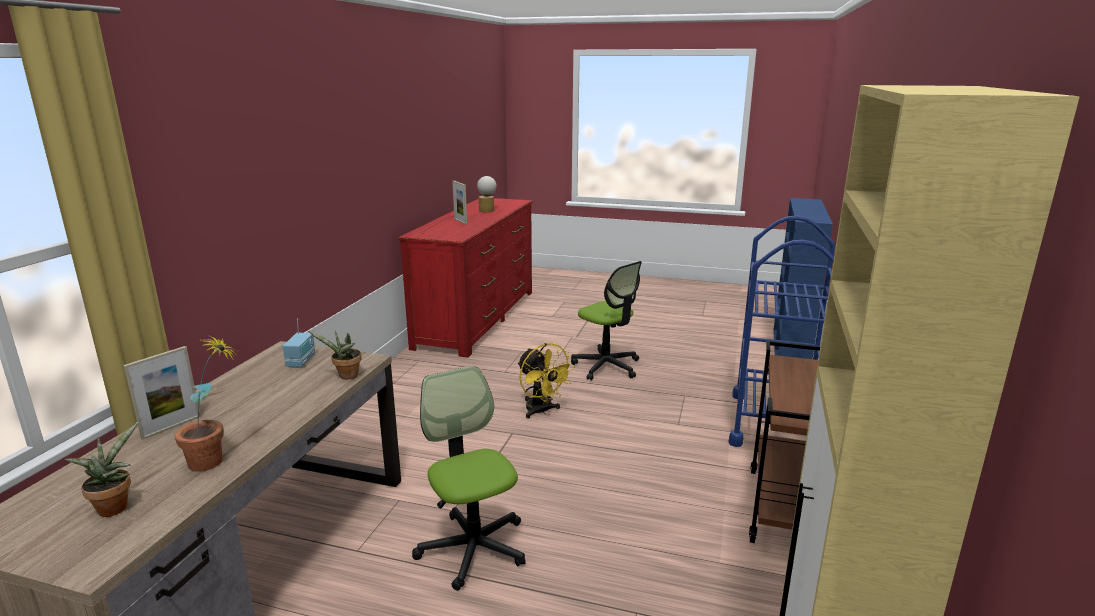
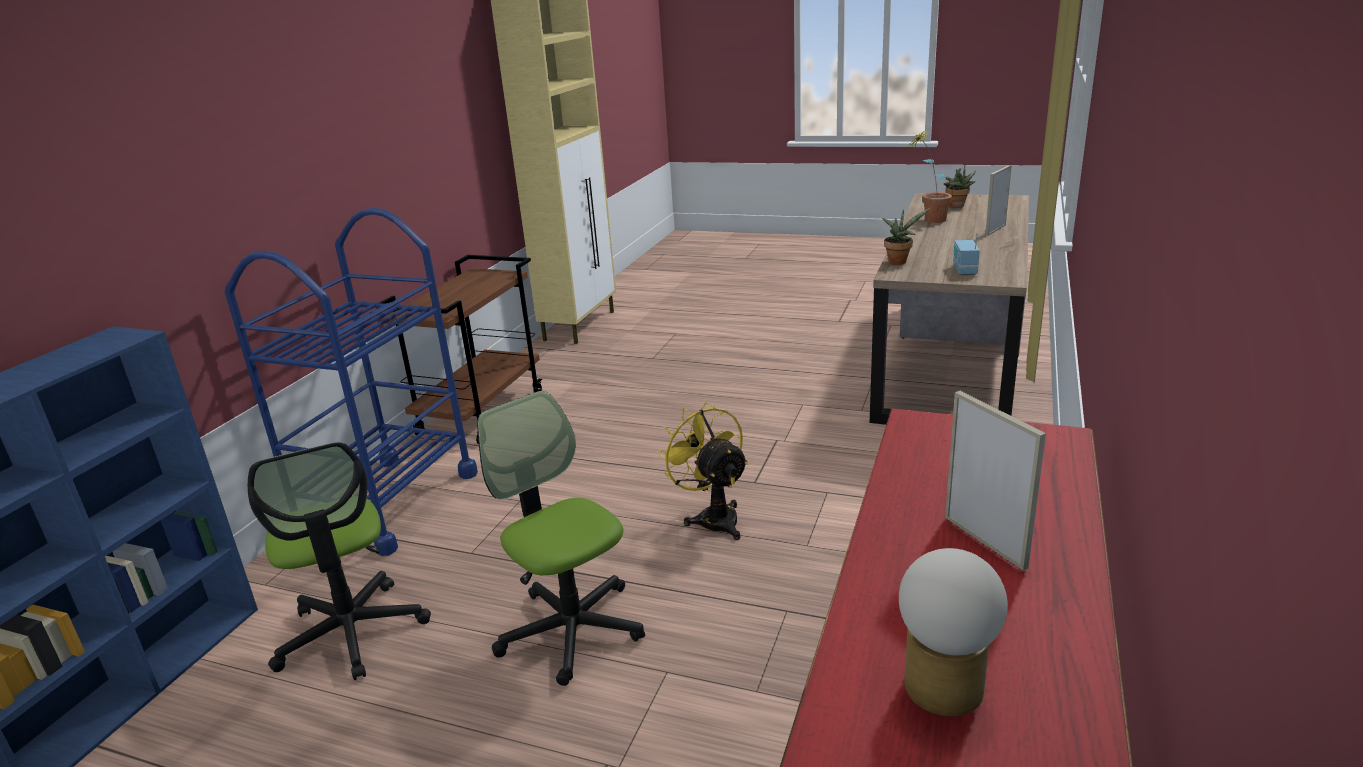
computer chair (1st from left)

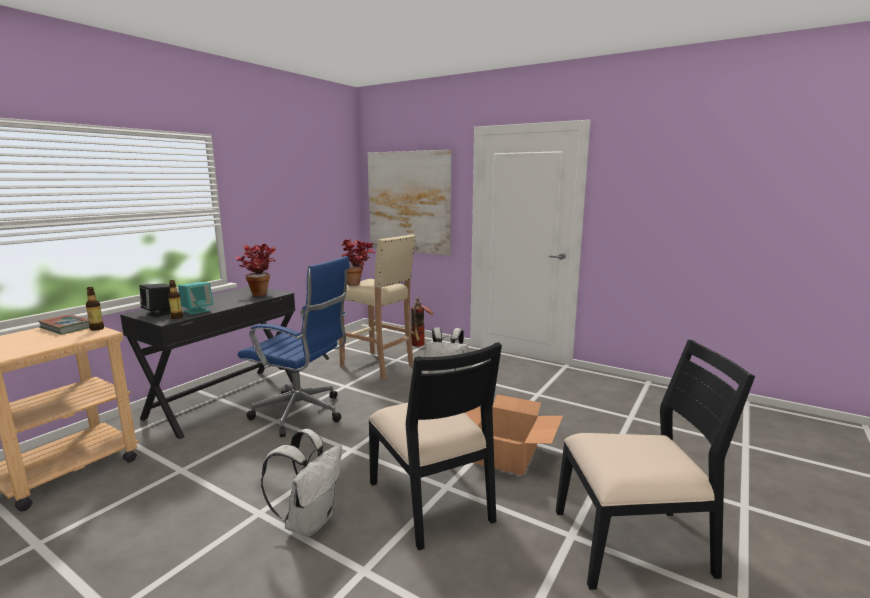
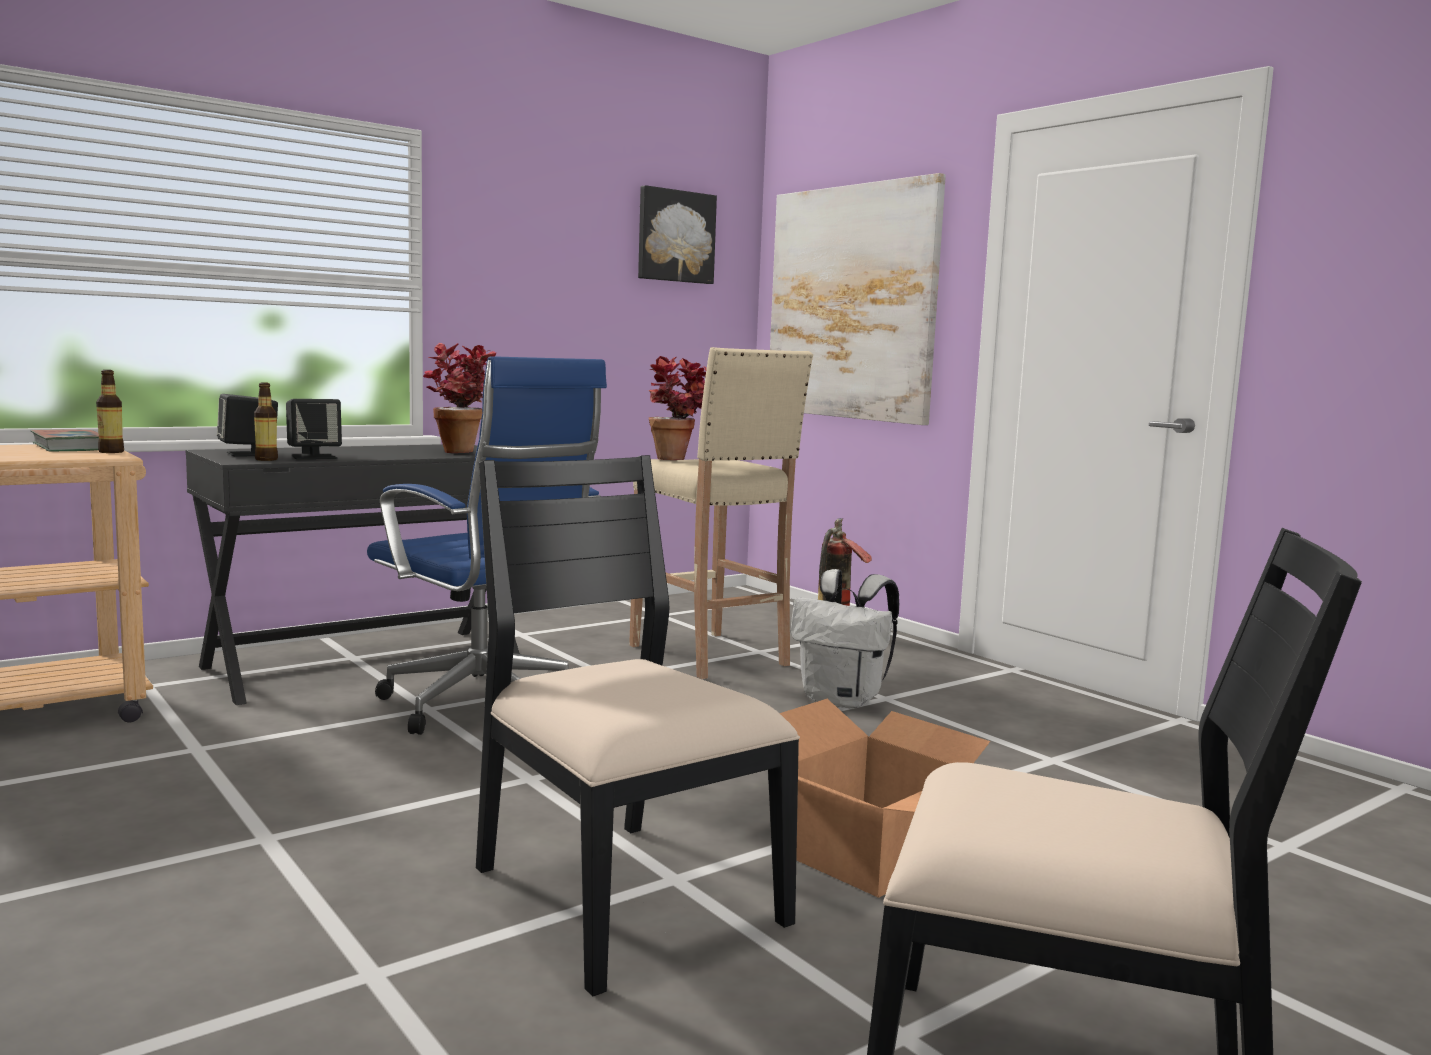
blackish loudspeaker (2nd from left); white knapsack (1st from left in the first image); blackish chair (1st from left); picture (1st from left)

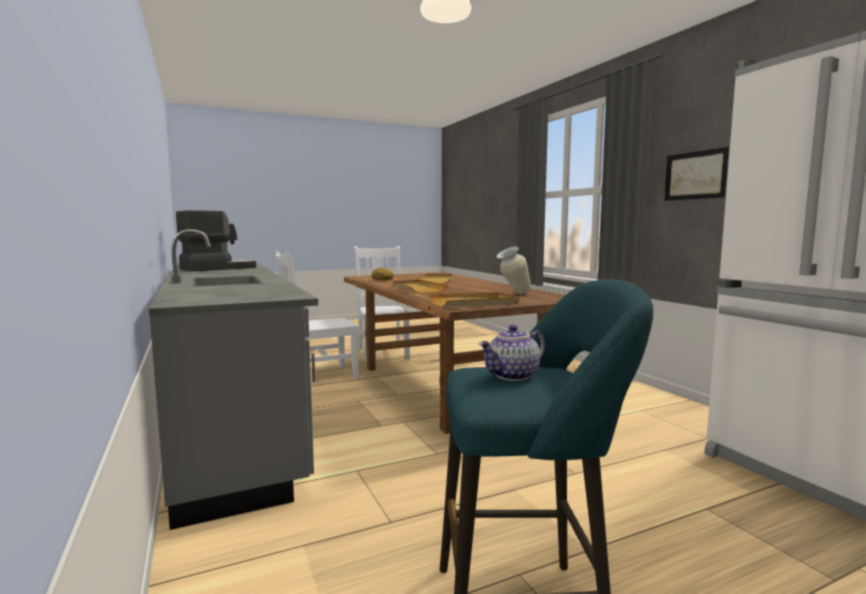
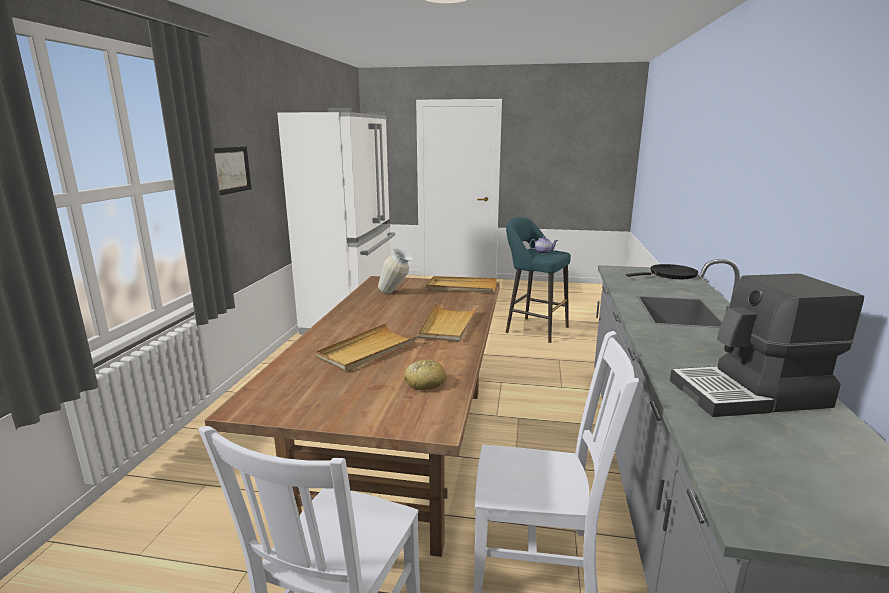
blackish pan

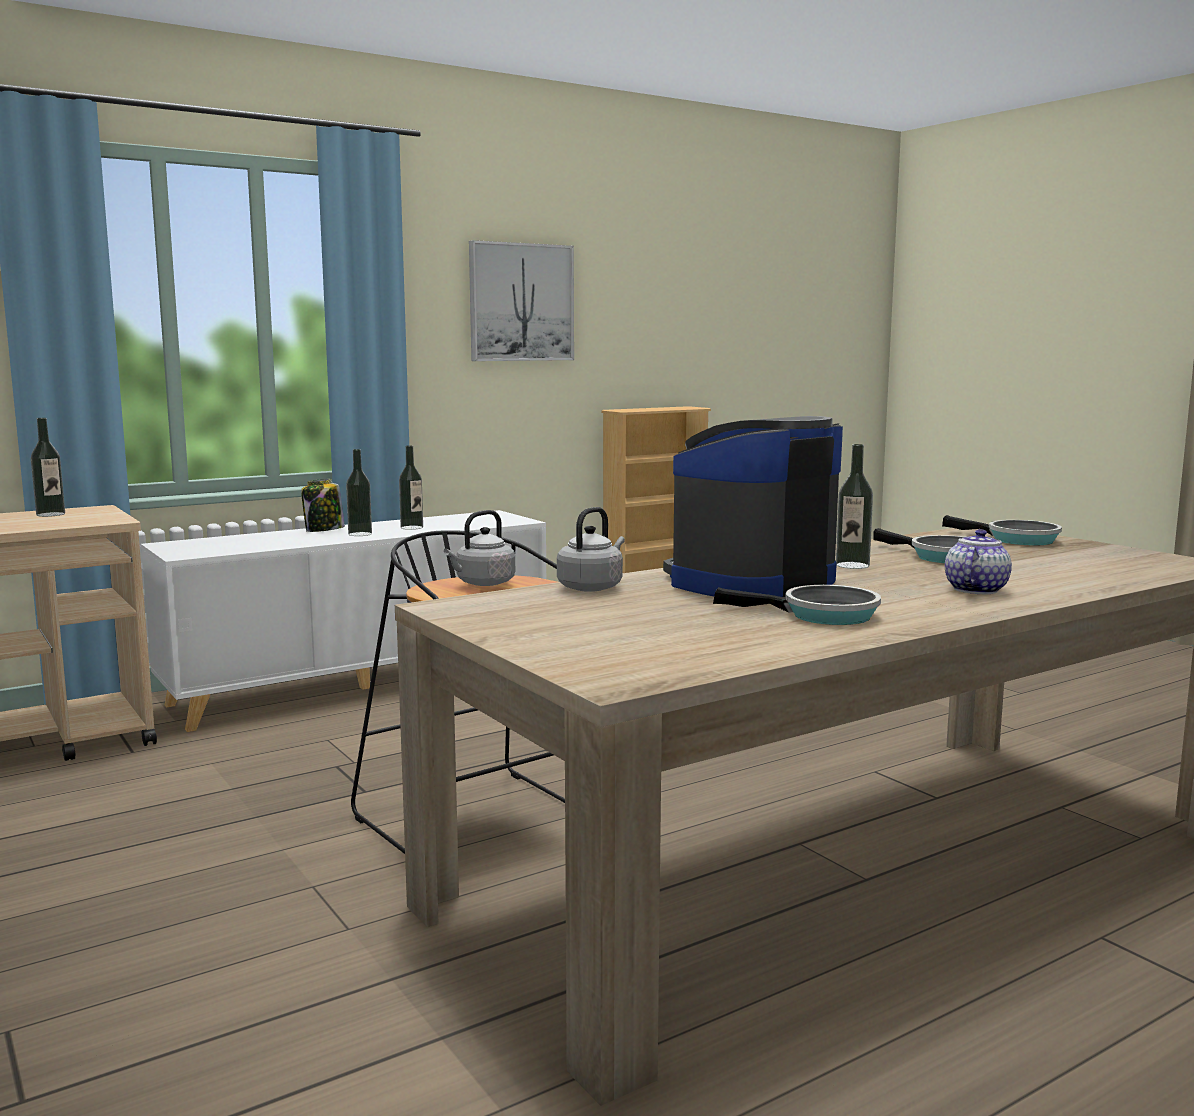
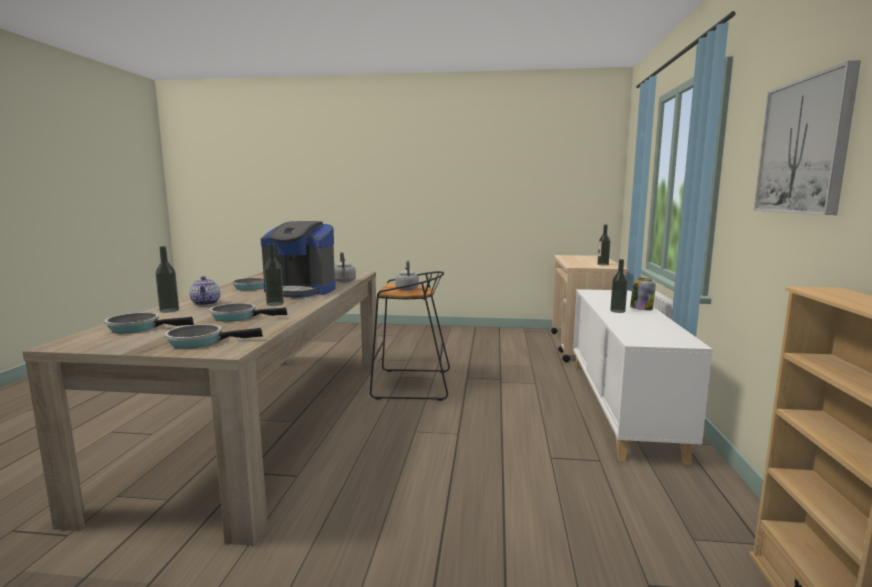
bottle (1st from left); coffee maker; pan (1st from left)

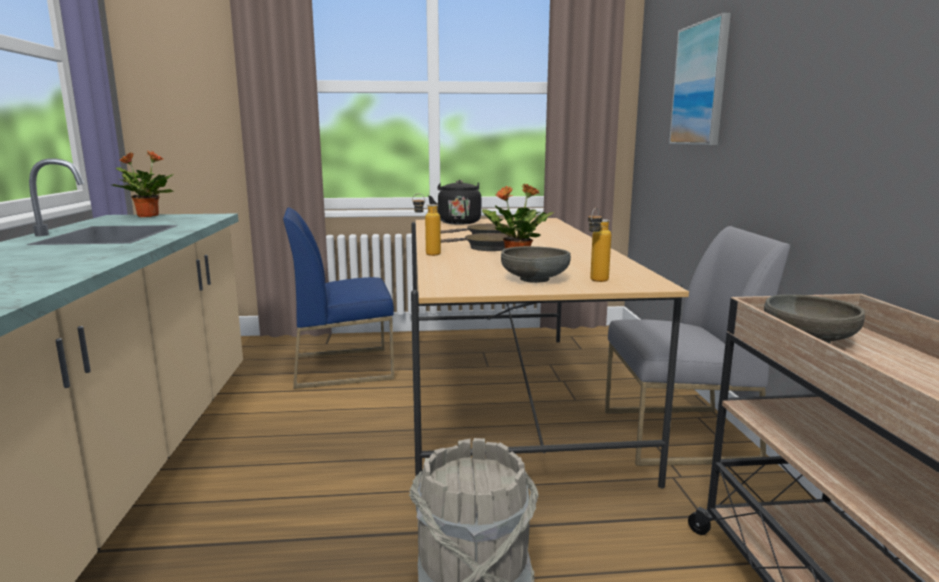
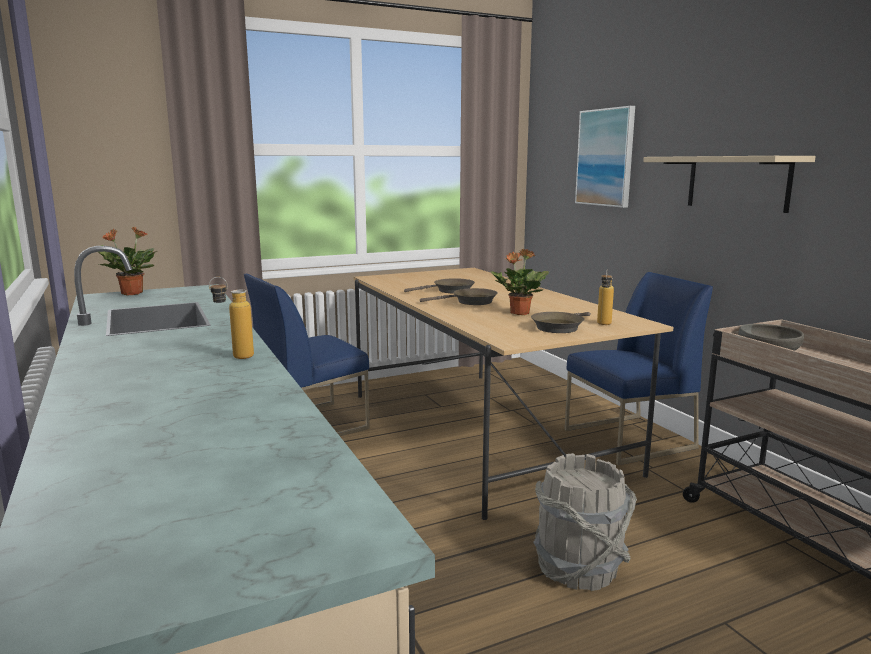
bottle (1st from left); blackish water kettle; brown pan (3rd from left); blue-coloured chair (2nd from left); beige-coloured bracket shelf

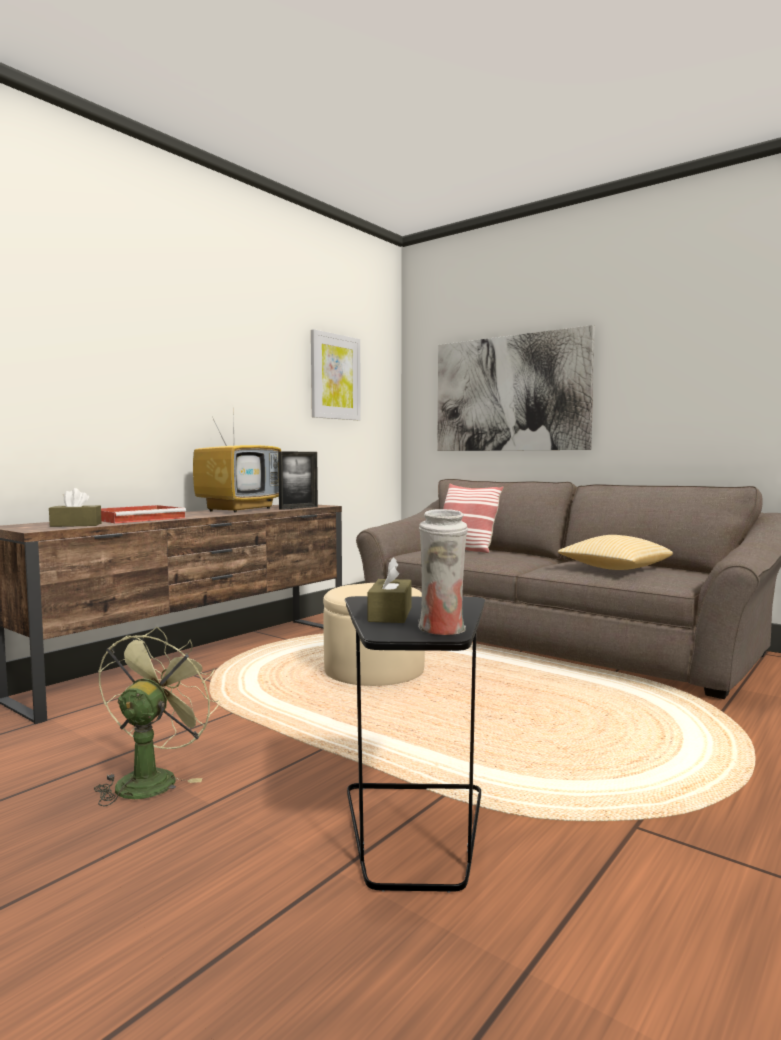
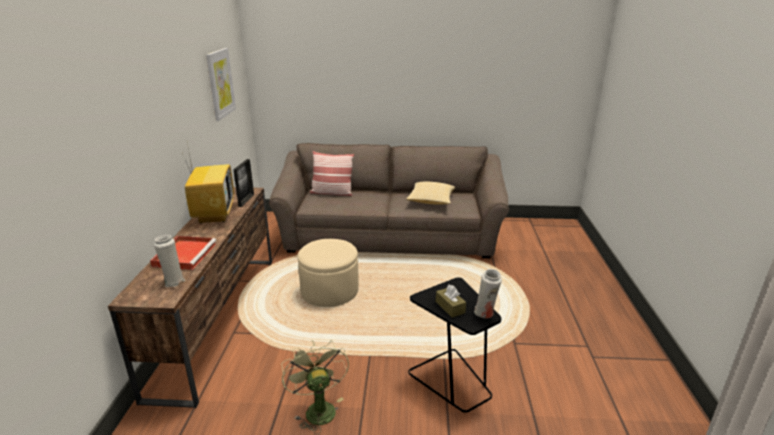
white flower vase (1st from left); picture (2nd from left in the first image)

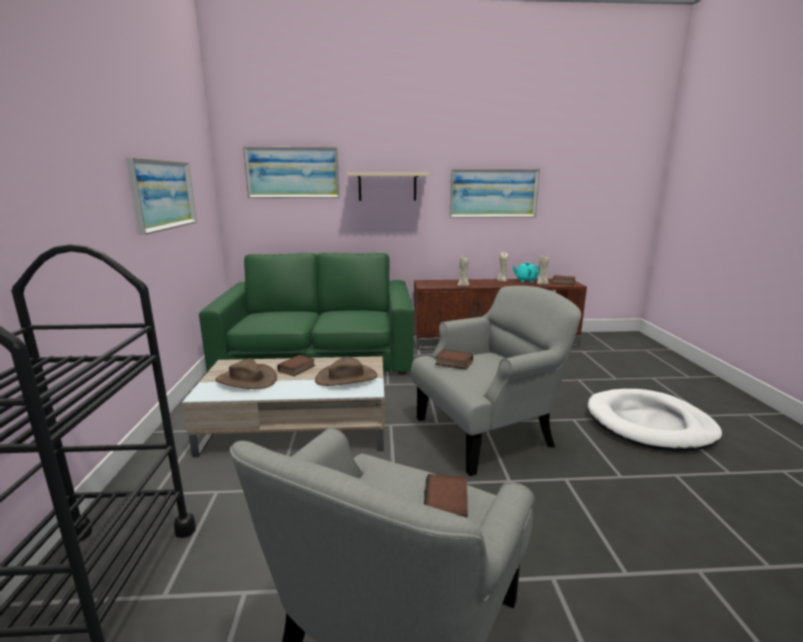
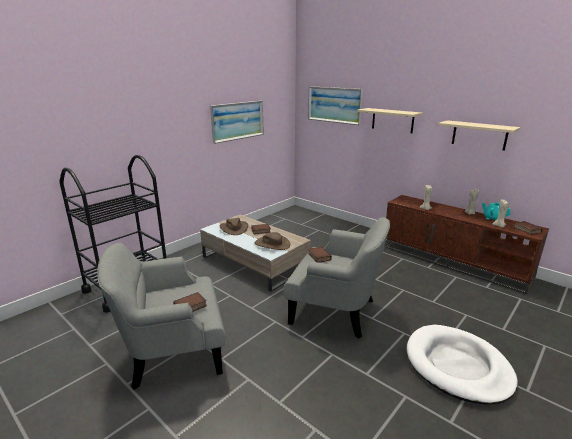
greenish couch; beige-coloured bracket shelf (2nd from left)

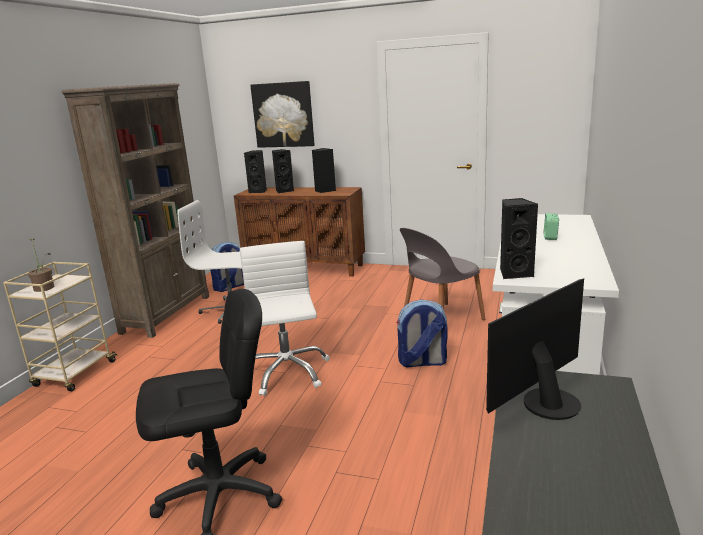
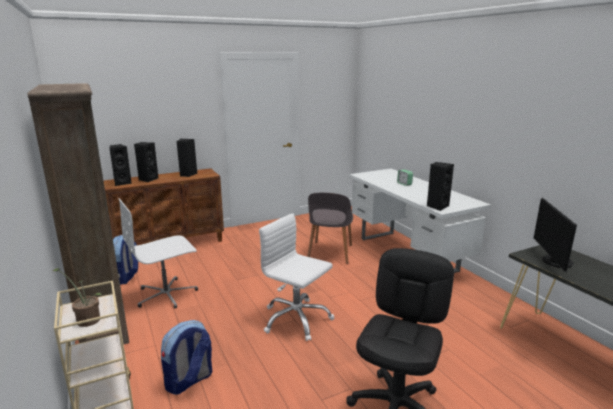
picture; knapsack (2nd from left)

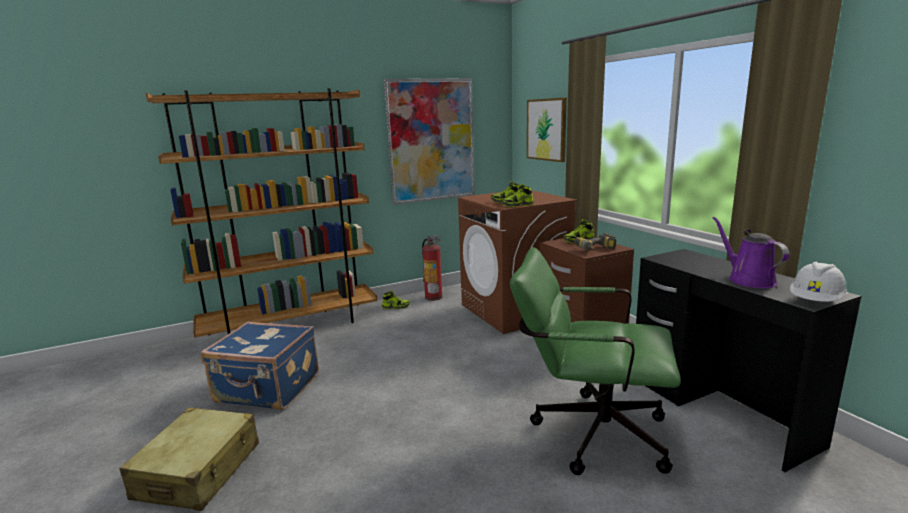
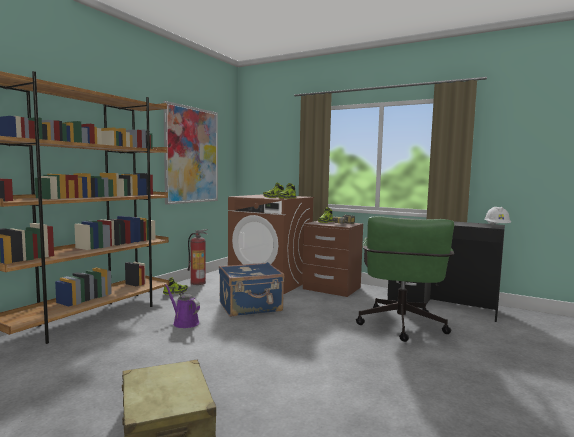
blue-coloured travel case; greenish computer chair; picture (2nd from left in the first image); purple-coloured watering pot

